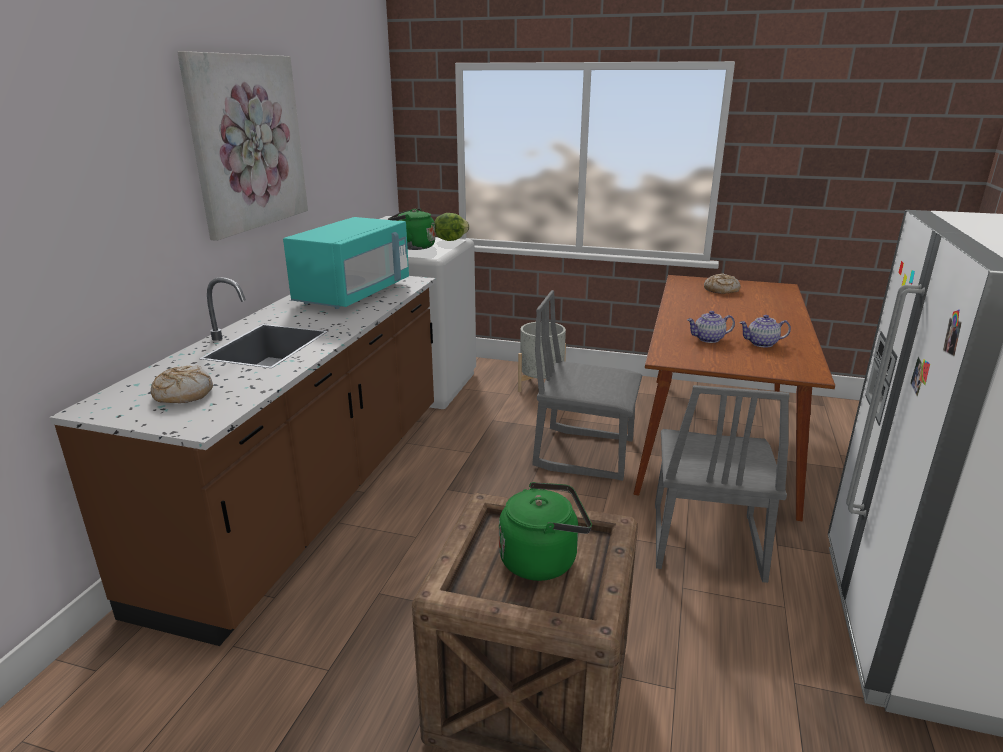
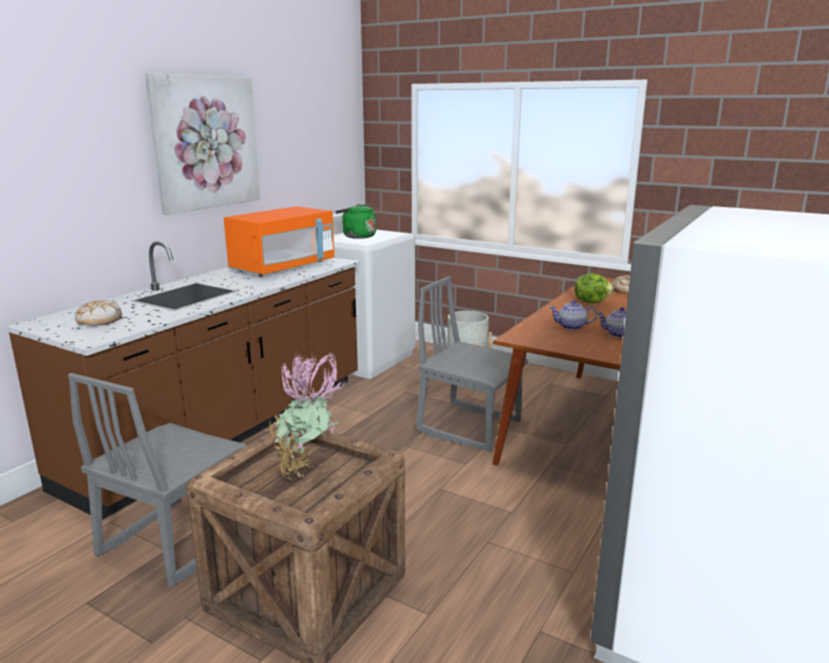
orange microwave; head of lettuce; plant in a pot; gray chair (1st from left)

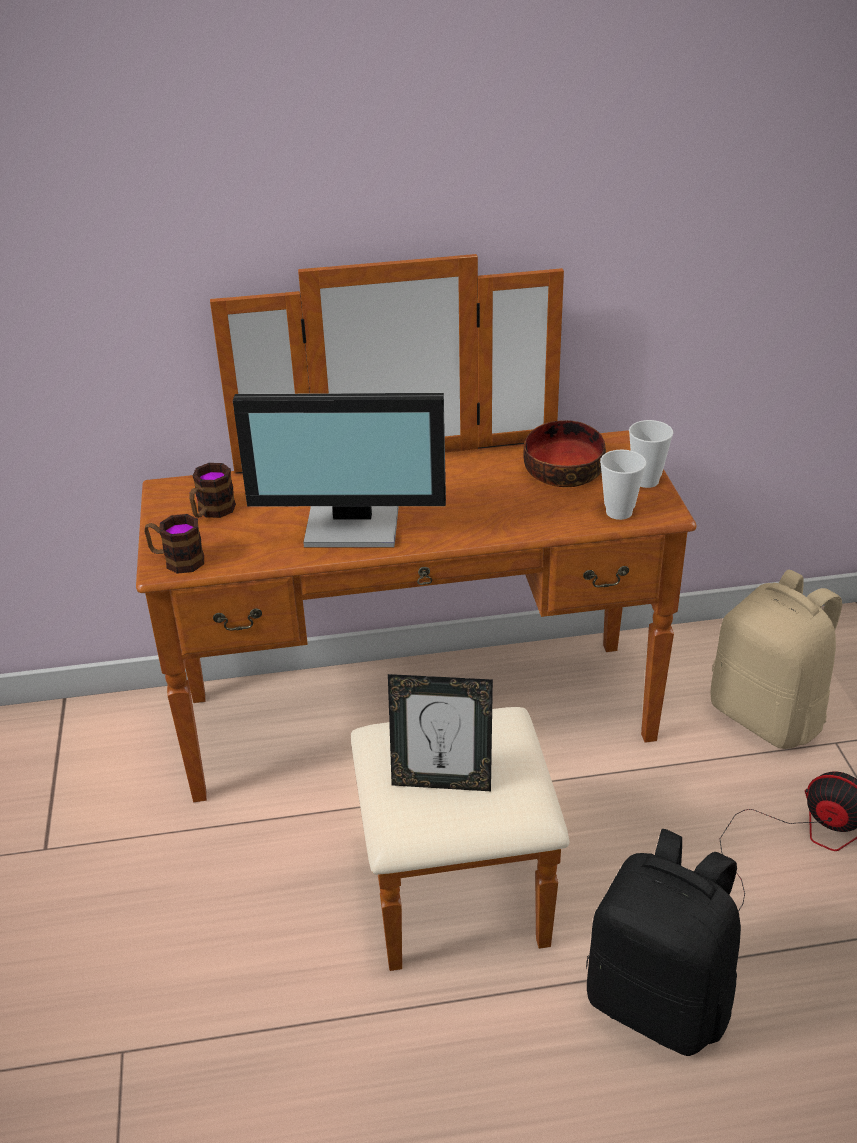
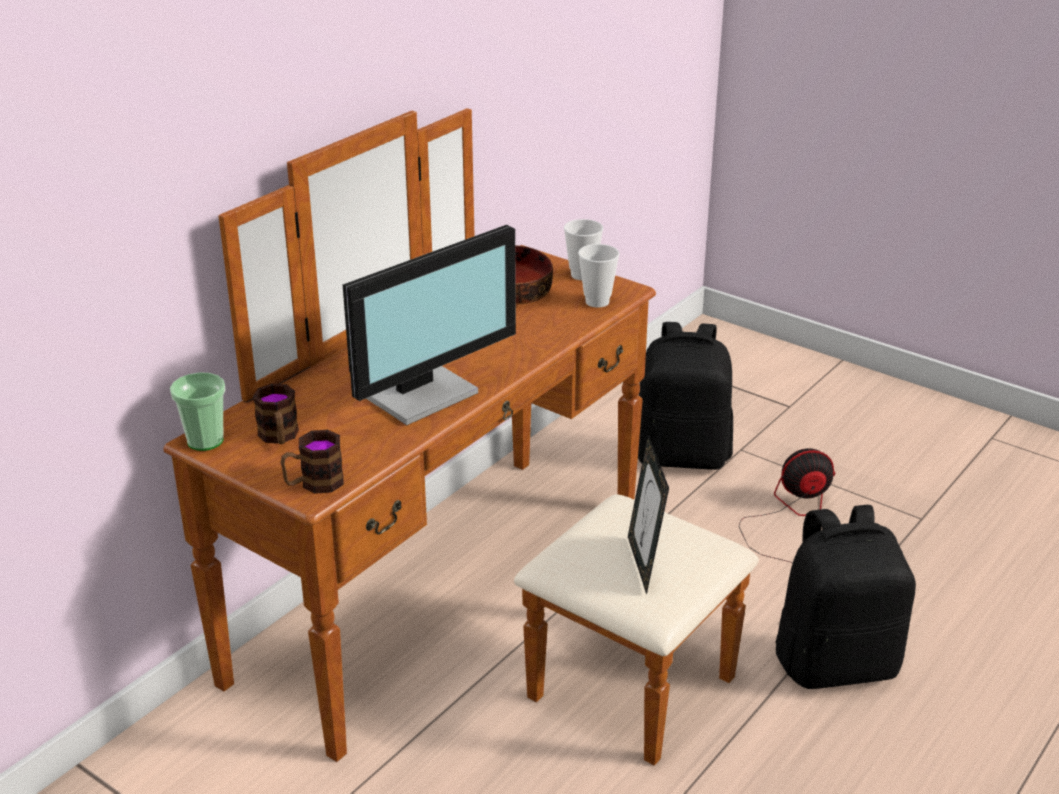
standing frame; blackish knapsack (1st from left); drinking cup (1st from left)

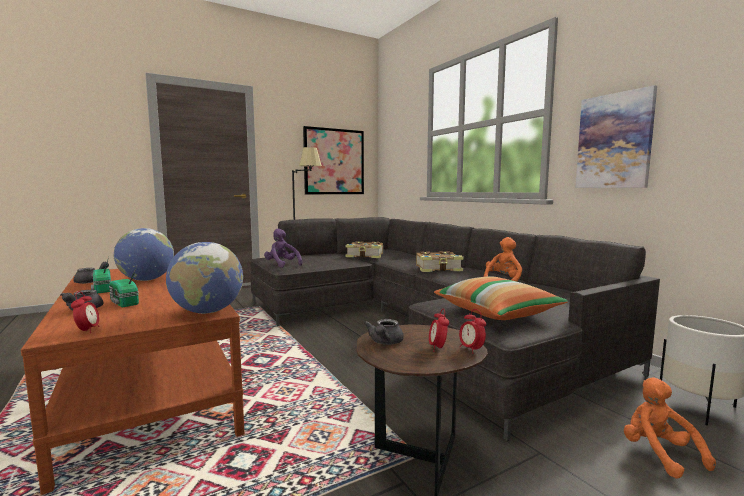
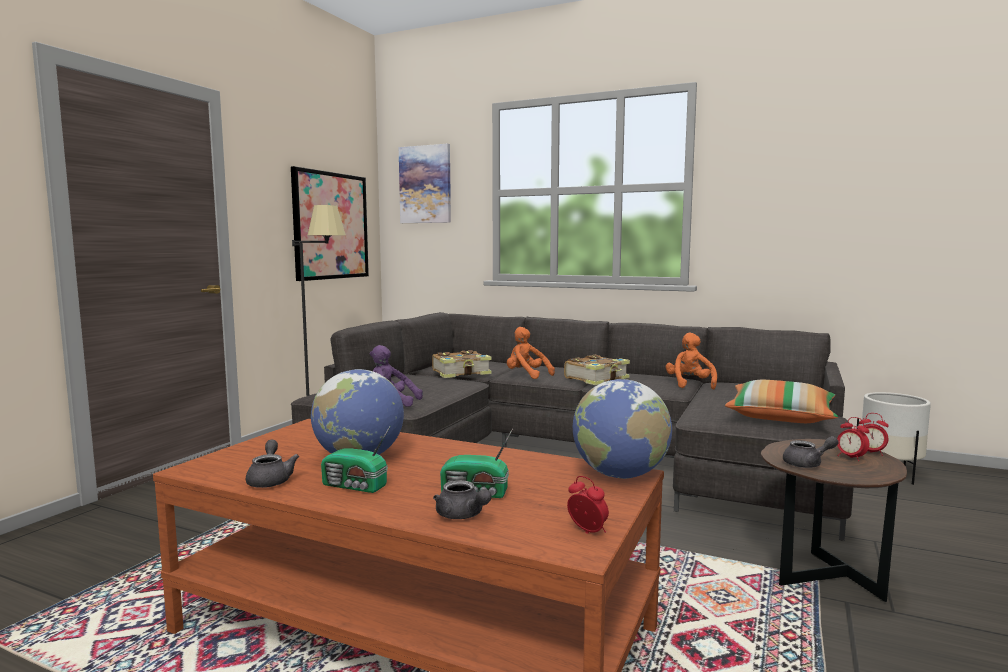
gray pot for tea (3rd from left); picture (2nd from left); orange cuddly toy (1st from left)

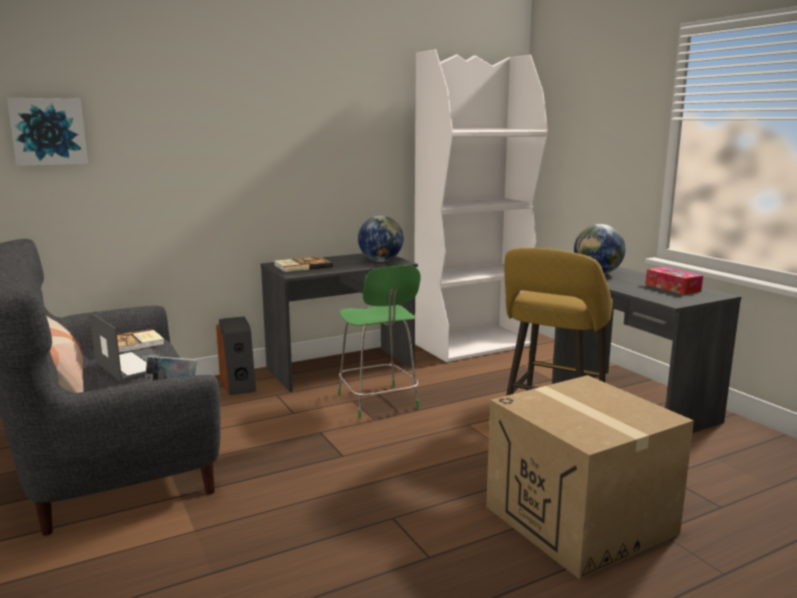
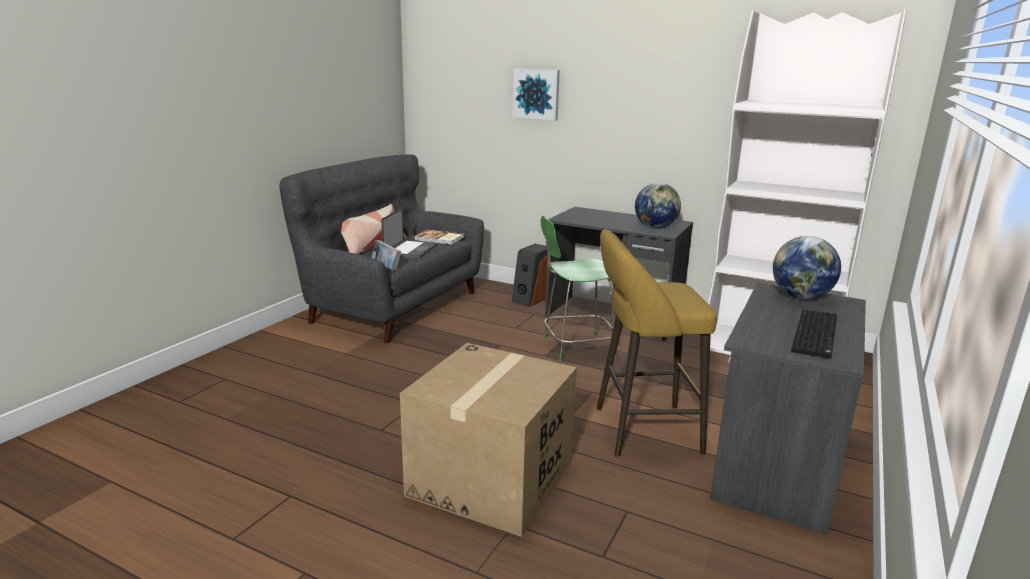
picture; volume (3rd from left in the first image); greenish chair; computer keyboard

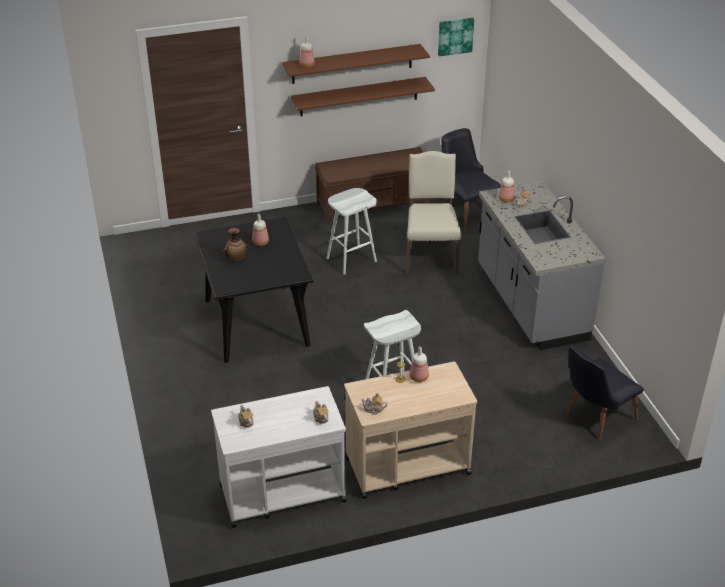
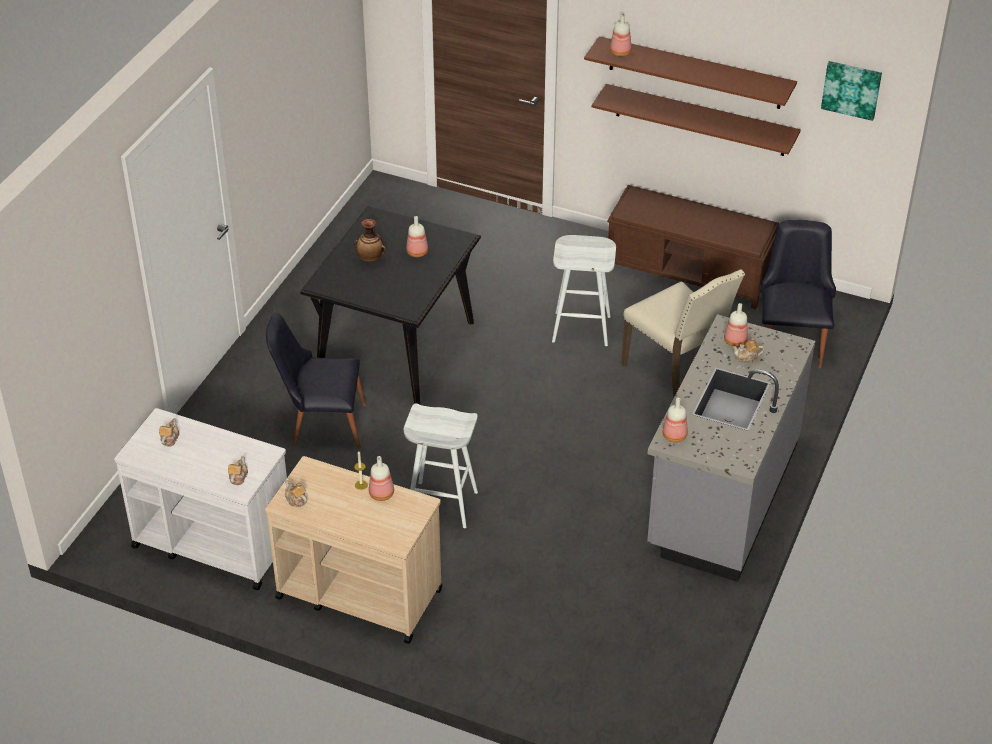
beige-coloured chair; blackish chair (1st from left); bottle (4th from left)

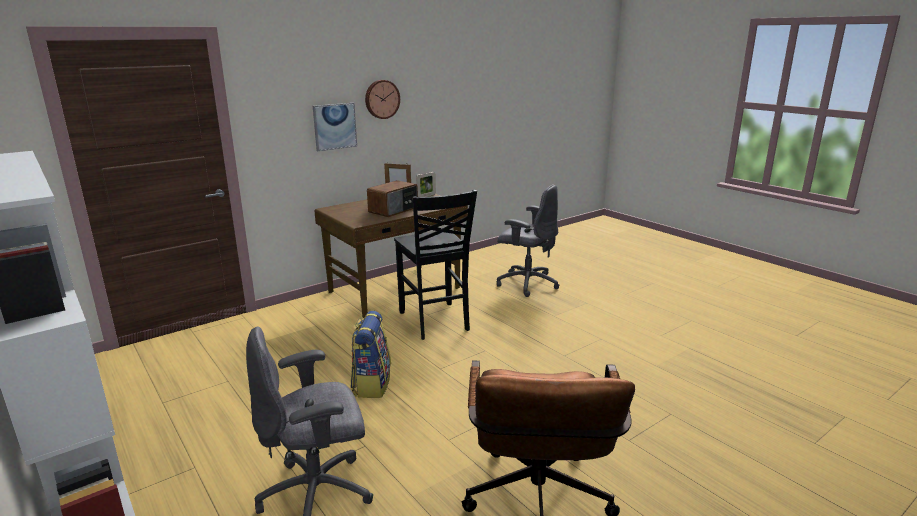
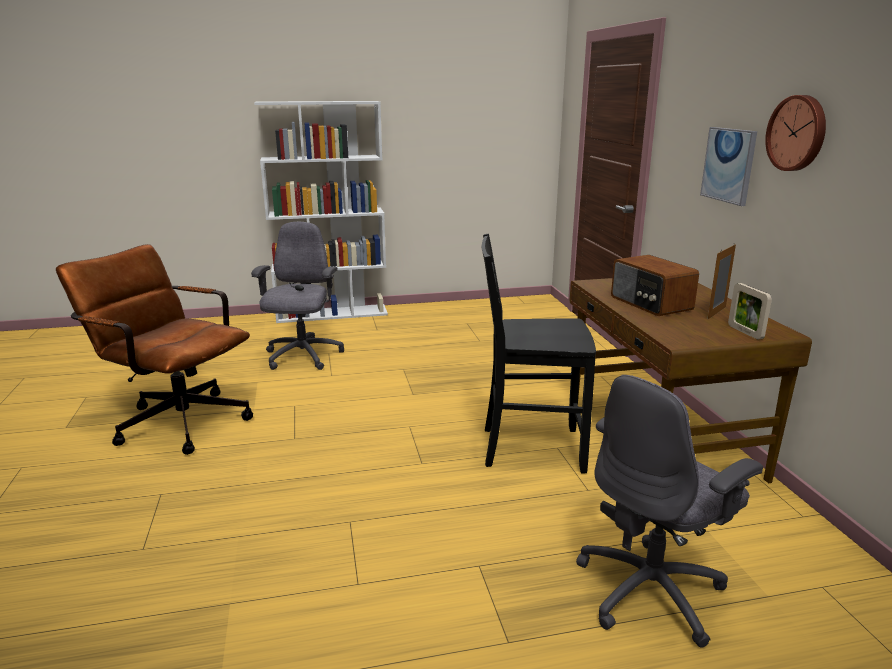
knapsack

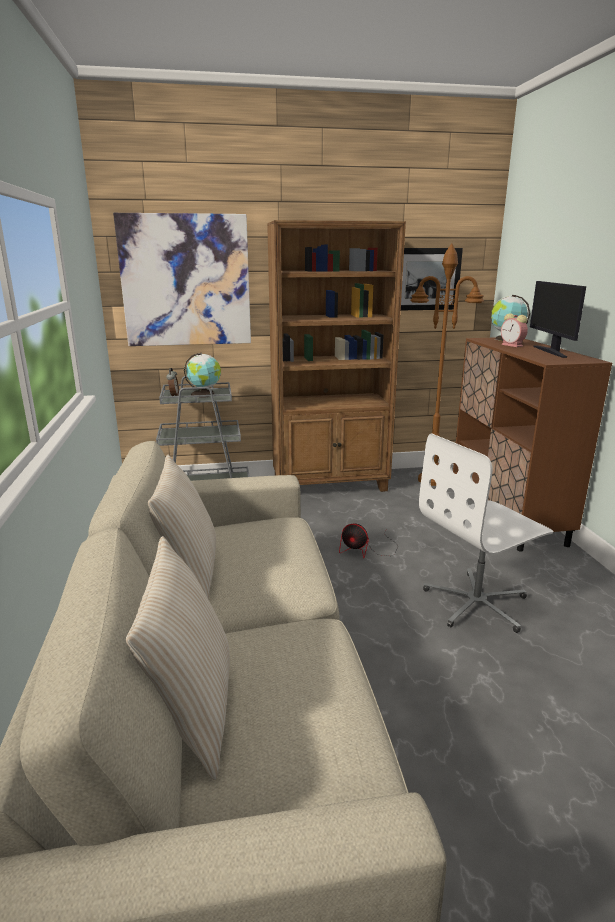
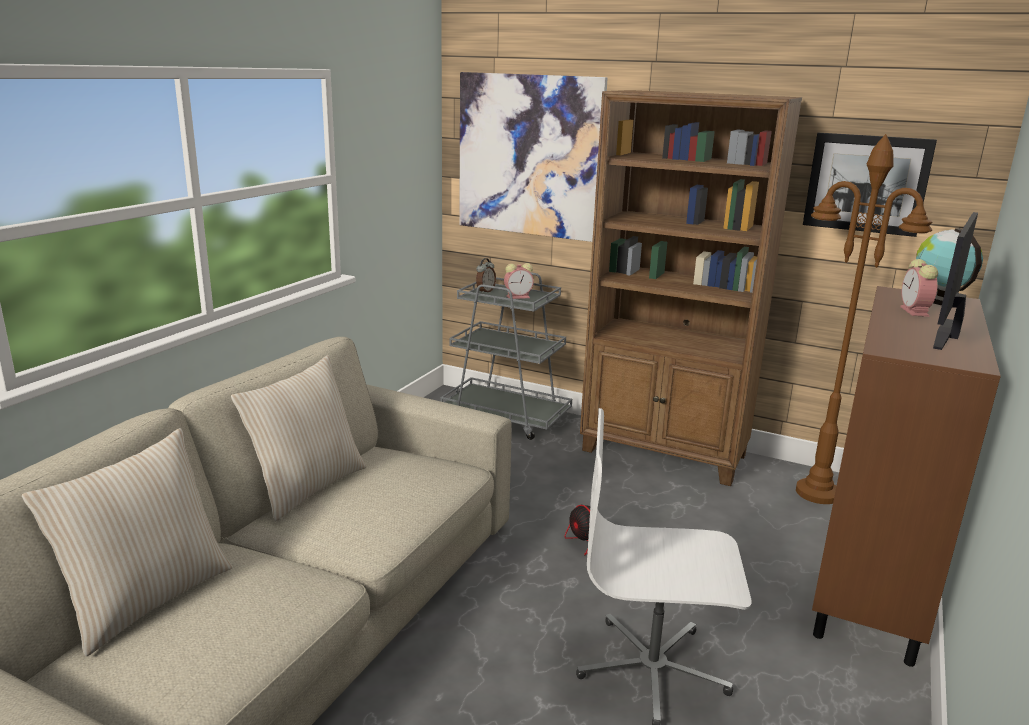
bedside clock (2nd from left)

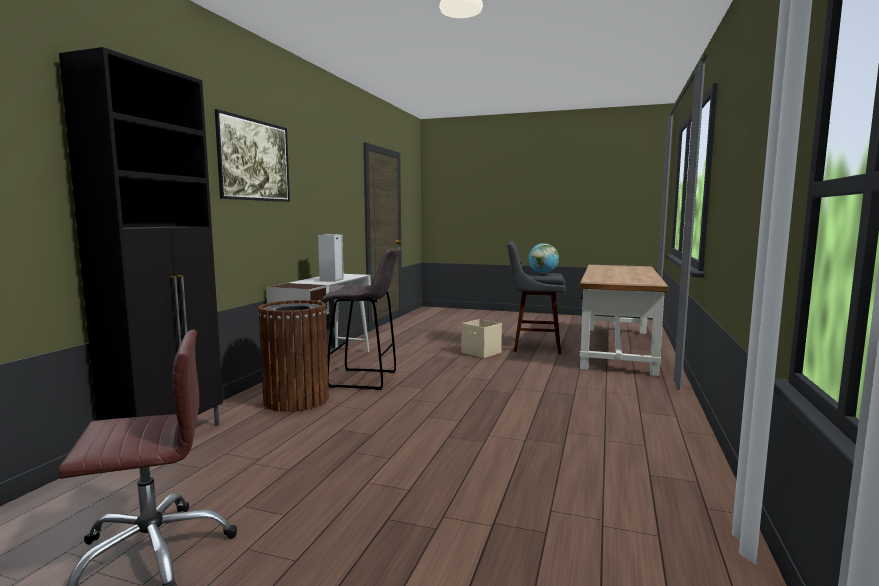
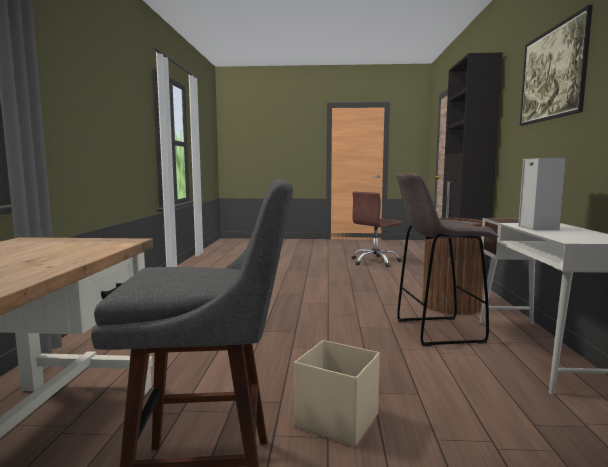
desk globe

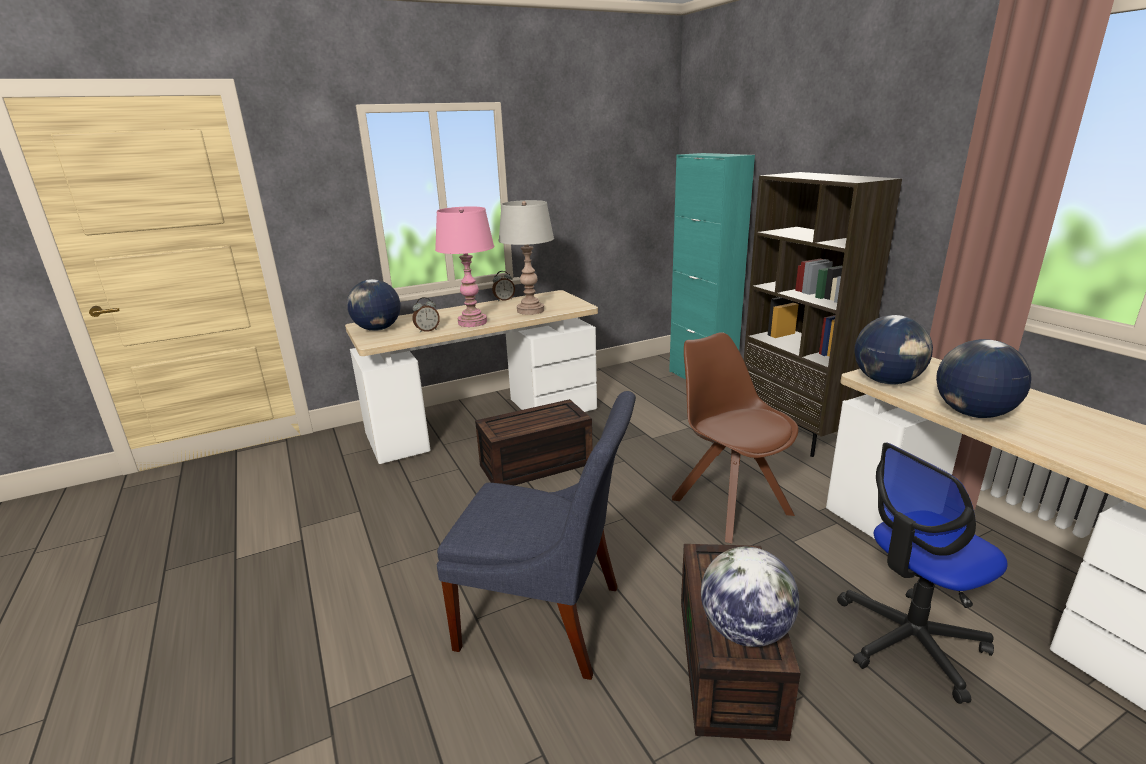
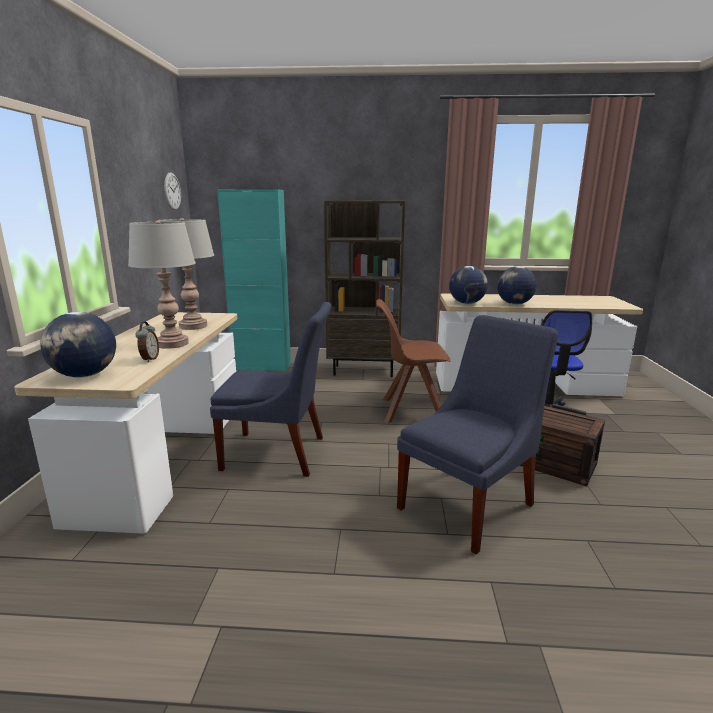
gray tabletop lamp (1st from left); blue-coloured chair (1st from left); bedside clock (2nd from left in the first image); desk globe (2nd from left in the first image); clock on the wall

